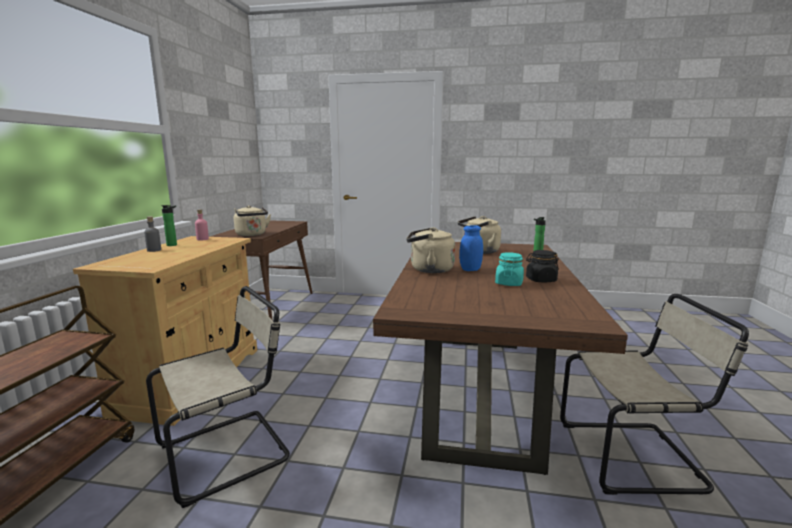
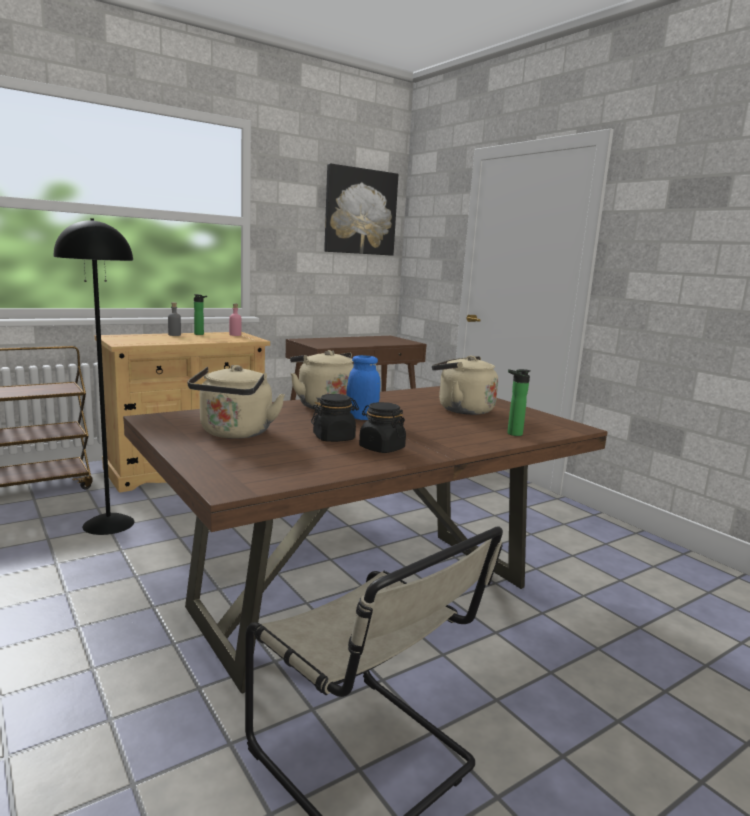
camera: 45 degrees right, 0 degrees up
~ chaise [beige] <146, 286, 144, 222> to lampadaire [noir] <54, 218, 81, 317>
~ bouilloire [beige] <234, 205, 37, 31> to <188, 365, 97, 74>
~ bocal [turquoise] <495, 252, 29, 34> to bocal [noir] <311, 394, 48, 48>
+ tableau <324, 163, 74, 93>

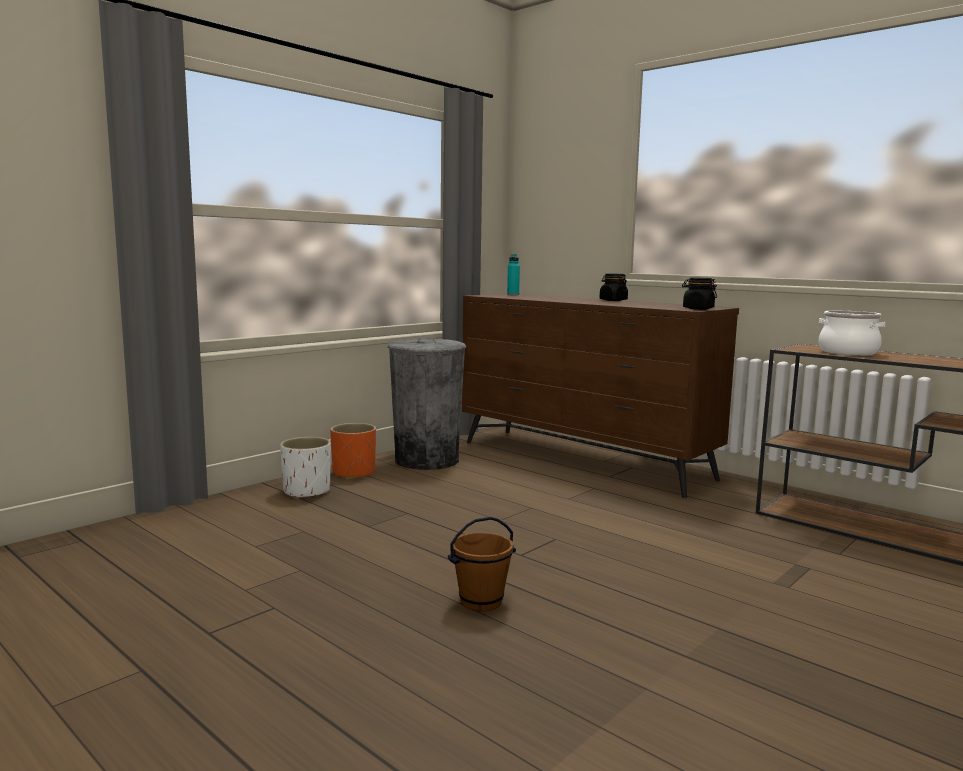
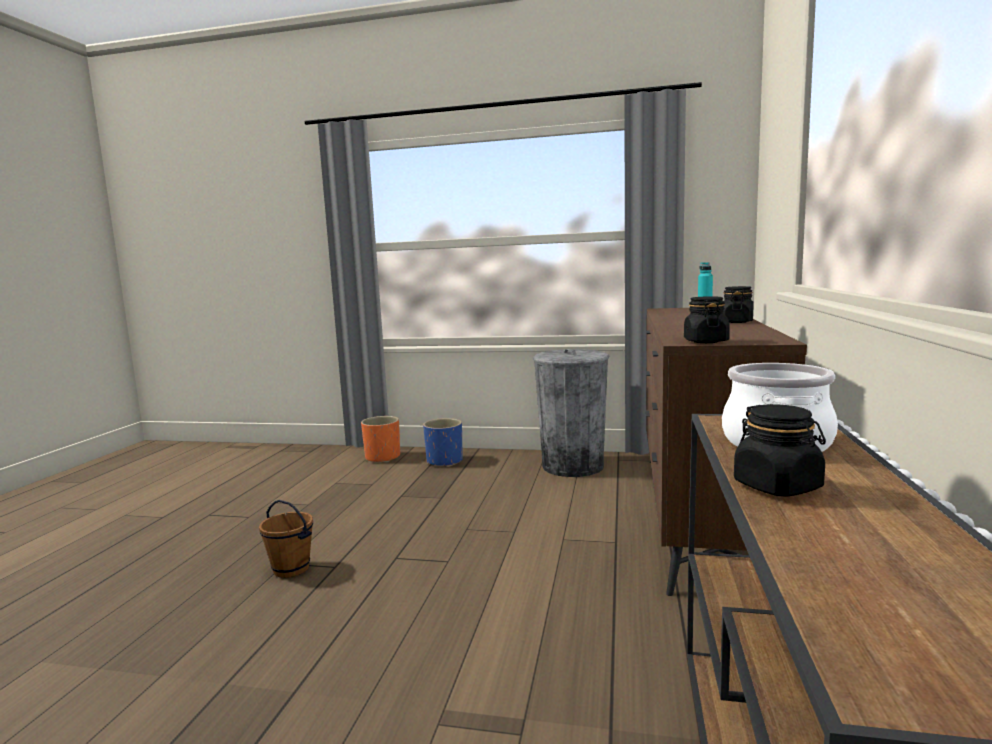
camera: 60 degrees right, 0 degrees up
~ cache-pot [orange] <330, 423, 46, 57> to <361, 416, 39, 47>
~ cache-pot [blanc] <280, 437, 51, 62> to cache-pot [bleu] <423, 418, 40, 49>
+ bocal [noir] <734, 404, 92, 93>

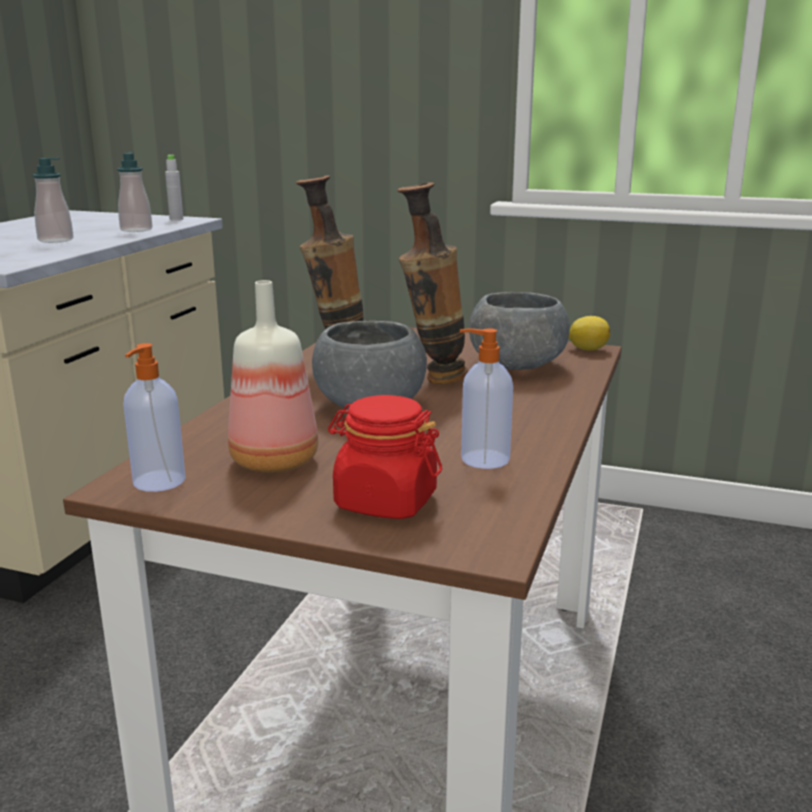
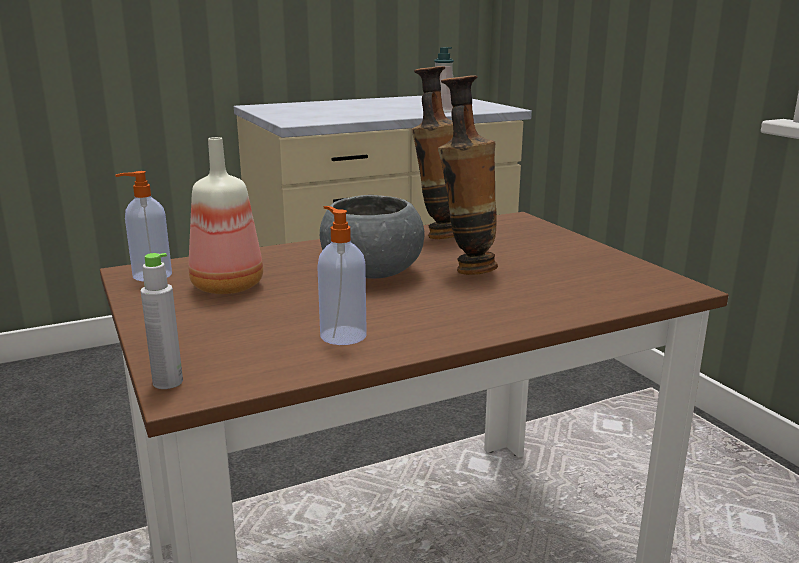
camera: 45 degrees right, 0 degrees up
~ bouteille [gris] <165, 155, 18, 65> to <140, 253, 43, 136>
- distributeur de savon <33, 158, 41, 85>
- bocal [rouge] <328, 395, 114, 124>
- bol [gris] <469, 292, 101, 78>
- citron <569, 316, 41, 35>

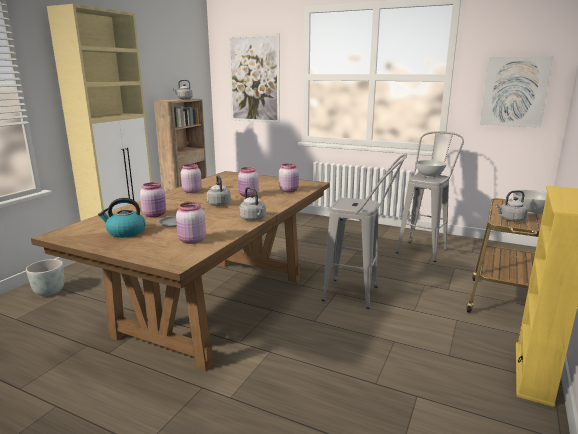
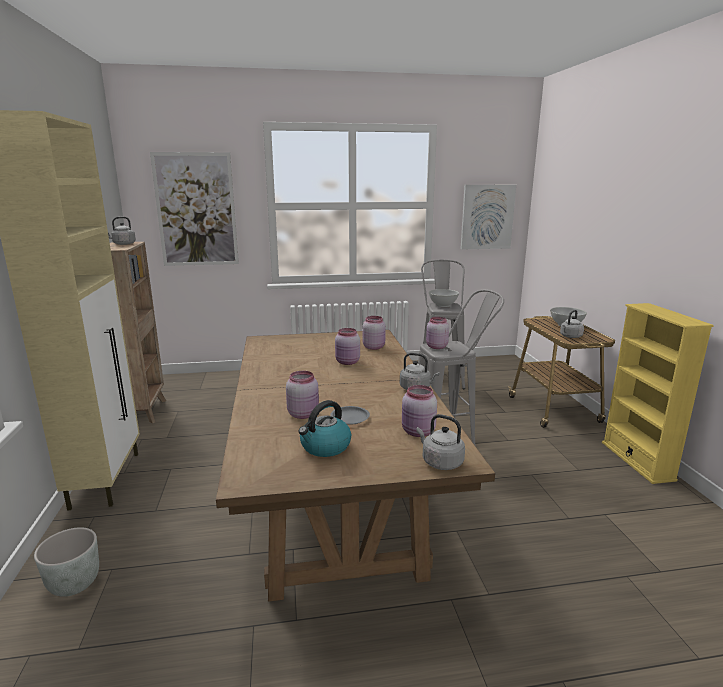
camera: 35 degrees left, 0 degrees up
~ bouilloire [gris] <207, 175, 24, 31> to <416, 414, 49, 56>
~ bocal [rose] <181, 164, 21, 29> to <426, 317, 23, 32>

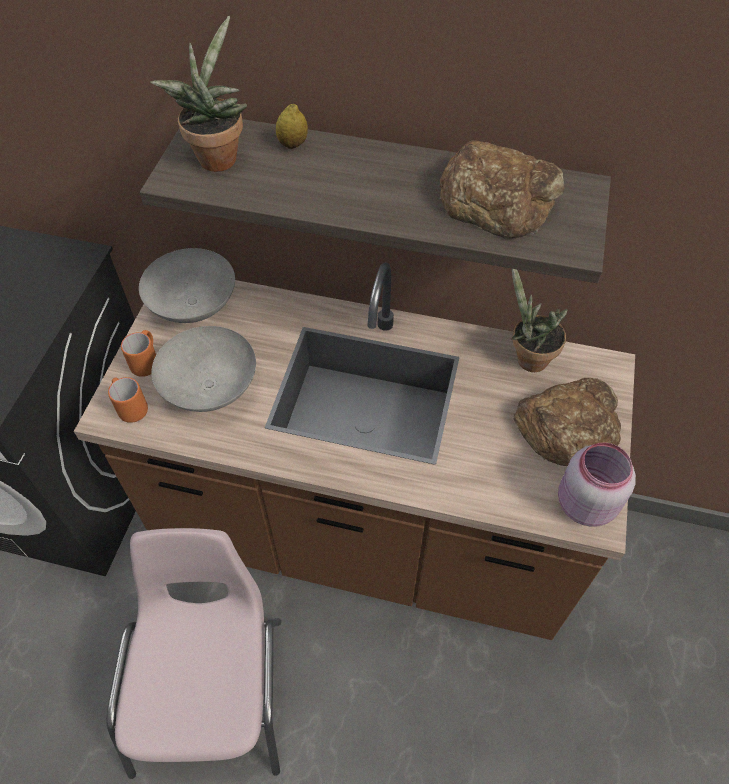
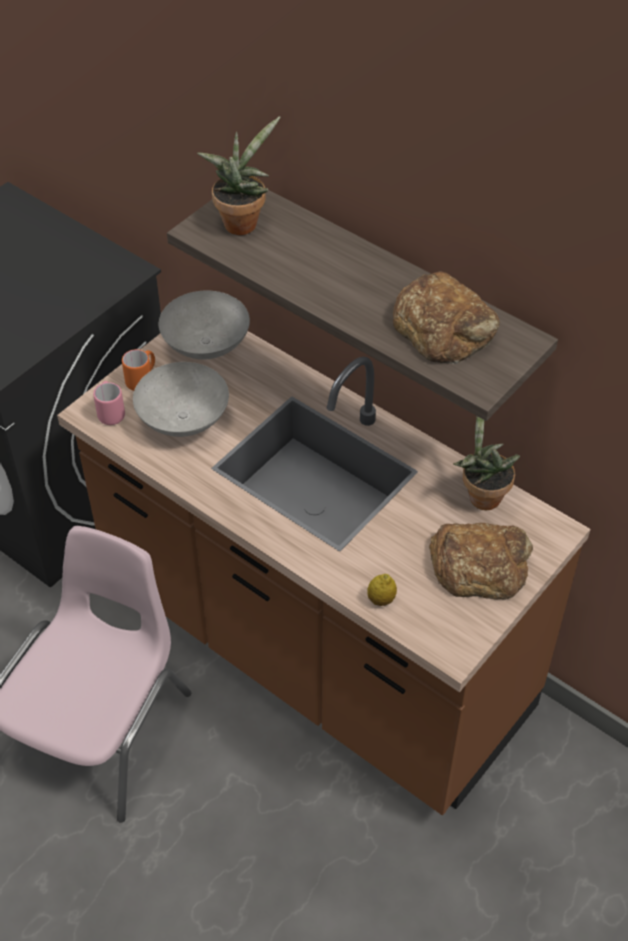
camera: 25 degrees right, 5 degrees down
~ mug [orange] <108, 377, 40, 46> to mug [rose] <93, 381, 32, 44>
~ citron <276, 104, 32, 45> to <367, 574, 30, 32>
- bocal [rose] <558, 443, 78, 84>

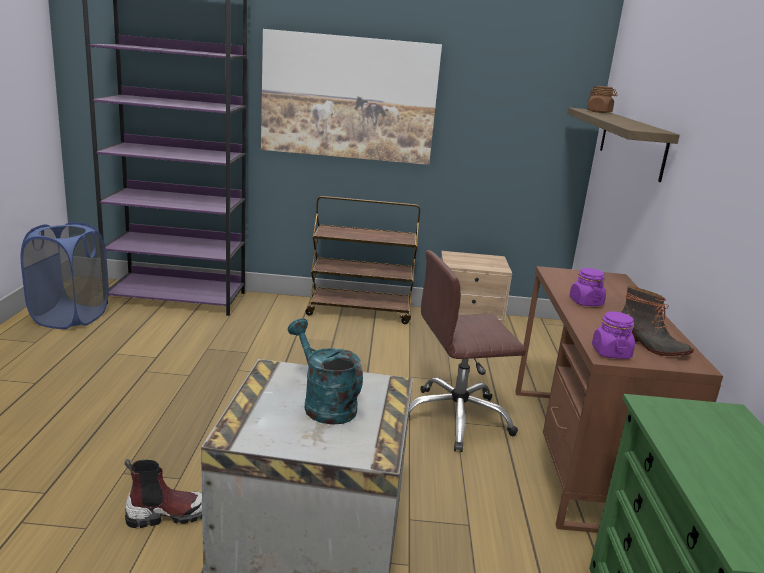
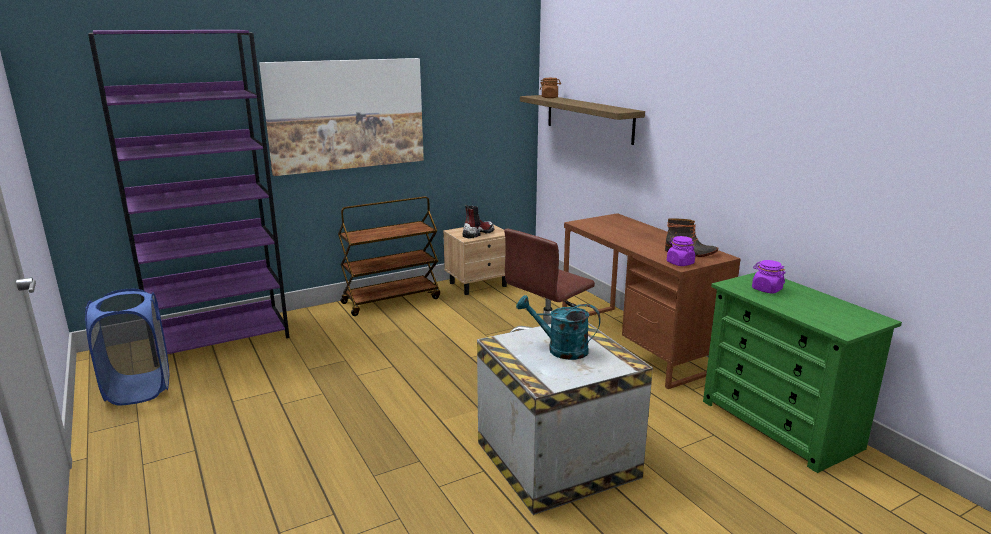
camera: 30 degrees left, 0 degrees up
~ botte <124, 459, 78, 69> to <463, 205, 31, 33>
~ bocal [violet] <569, 268, 37, 38> to <752, 260, 34, 34>

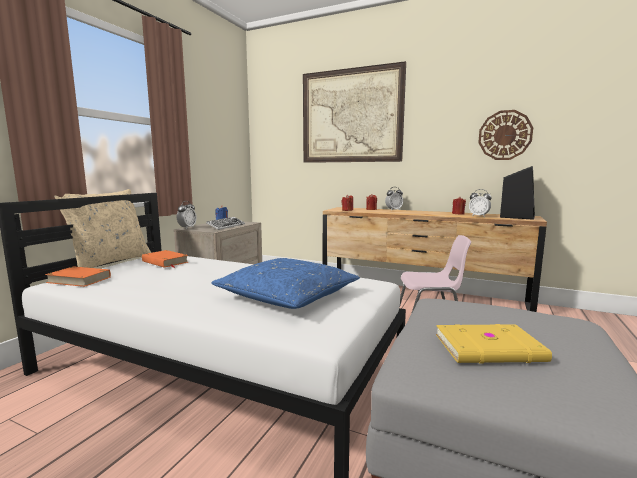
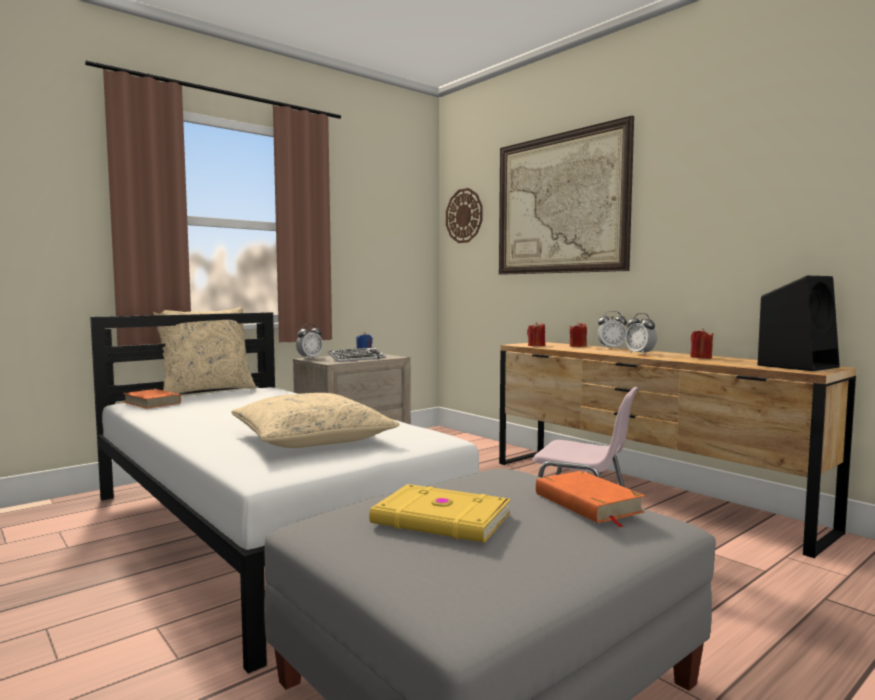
camera: 25 degrees right, 5 degrees down
~ coussin [bleu] <211, 258, 149, 51> to coussin [beige] <231, 393, 169, 55>
~ horloge murale <478, 110, 55, 50> to <446, 188, 37, 55>
~ livre [orange] <142, 250, 46, 18> to <536, 471, 110, 56>
~ réveil <469, 189, 23, 28> to <625, 313, 32, 42>

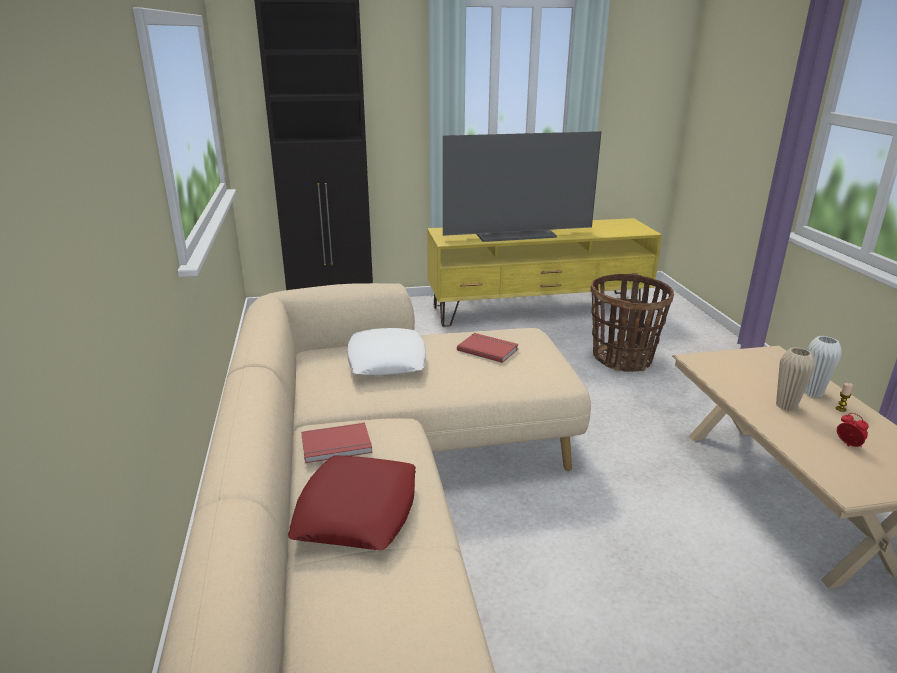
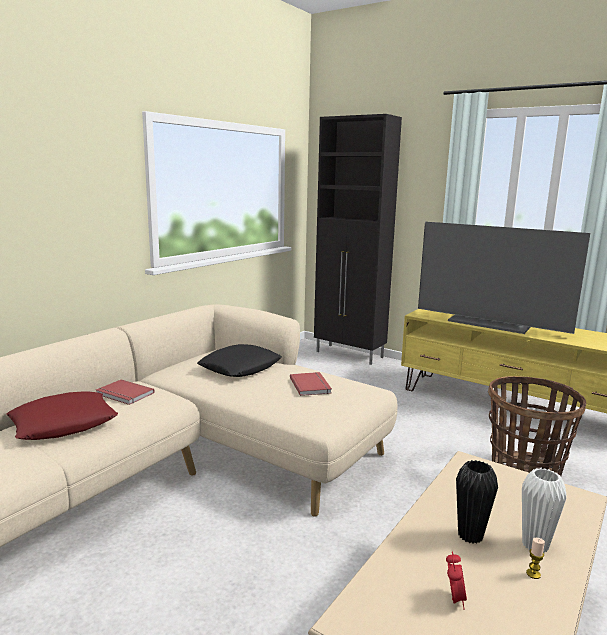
camera: 45 degrees right, 10 degrees down
~ coussin [blanc] <347, 328, 79, 48> to coussin [noir] <197, 344, 85, 33>
~ vase [beige] <776, 347, 39, 64> to vase [noir] <456, 460, 42, 84>

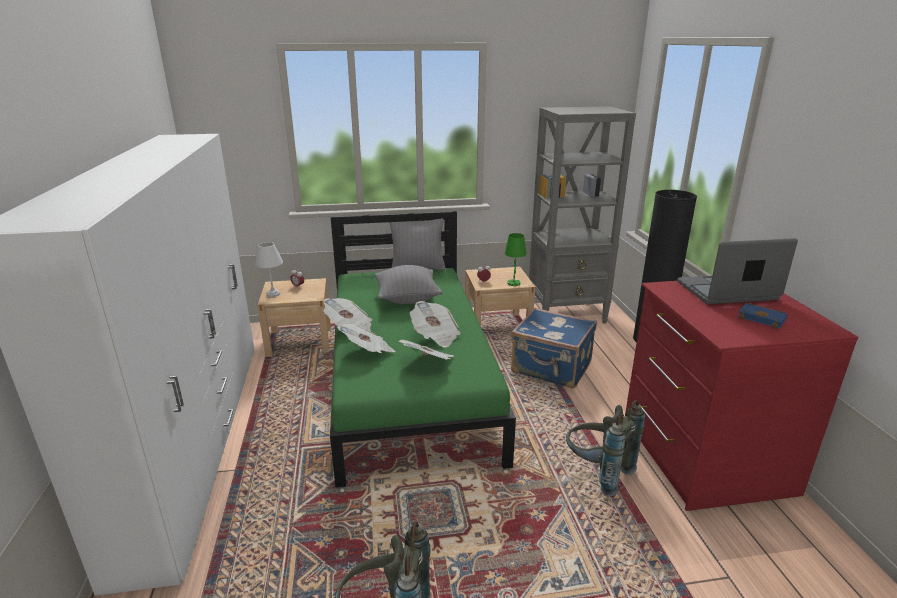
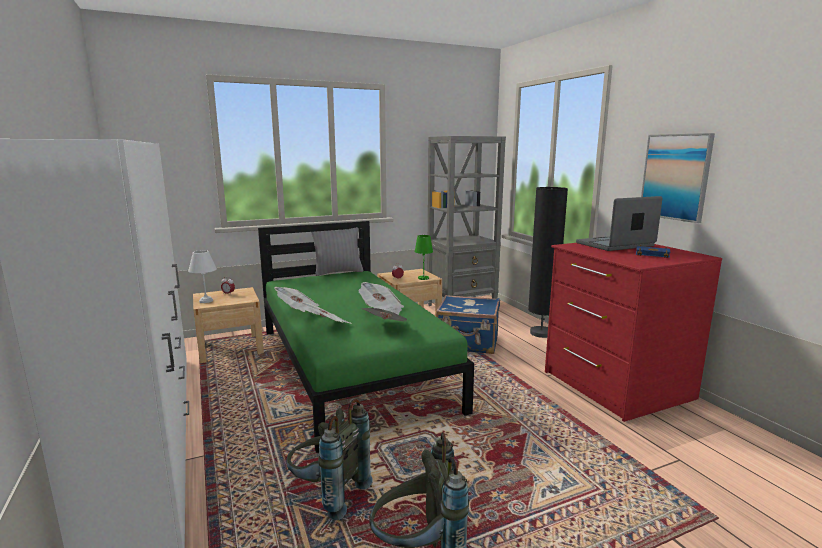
camera: 15 degrees left, 10 degrees down
~ sac à dos [gris] <566, 400, 79, 96> to <286, 399, 86, 121>
+ tableau <641, 133, 74, 90>
- coussin [gris] <375, 265, 67, 39>

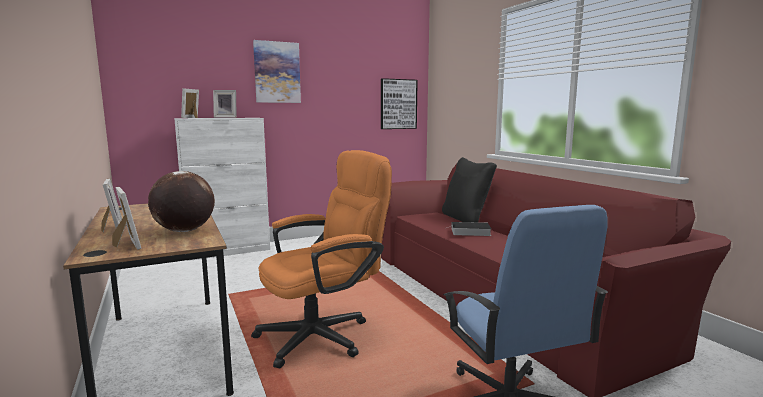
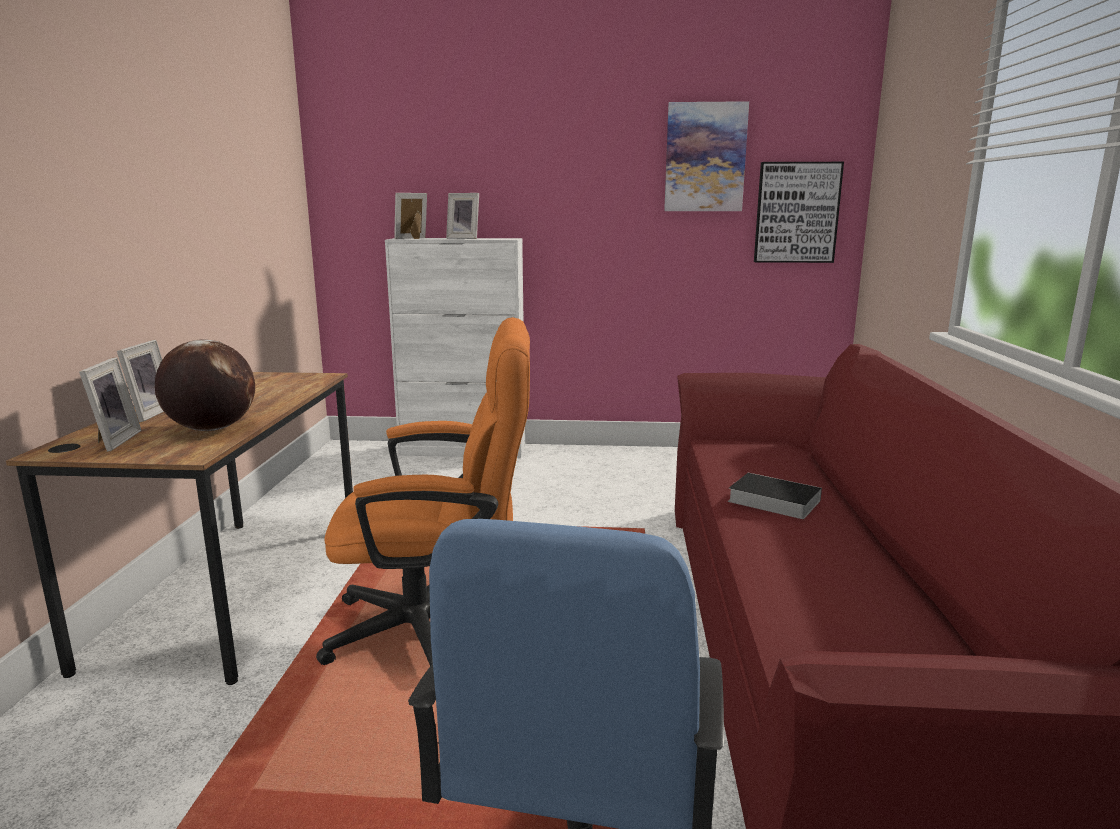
camera: 30 degrees right, 5 degrees up
~ tableau <253, 40, 48, 63> to <664, 101, 85, 110>
- coussin [noir] <442, 157, 55, 65>

